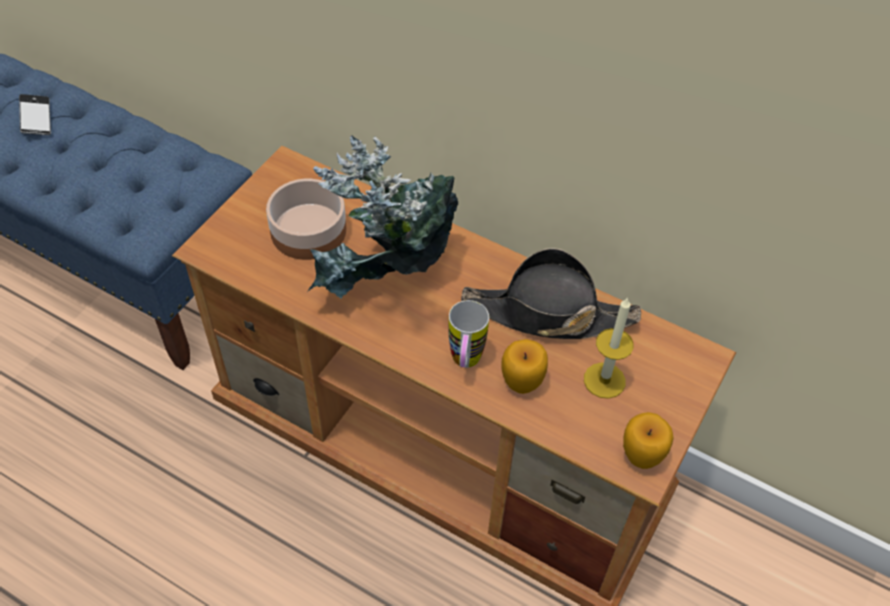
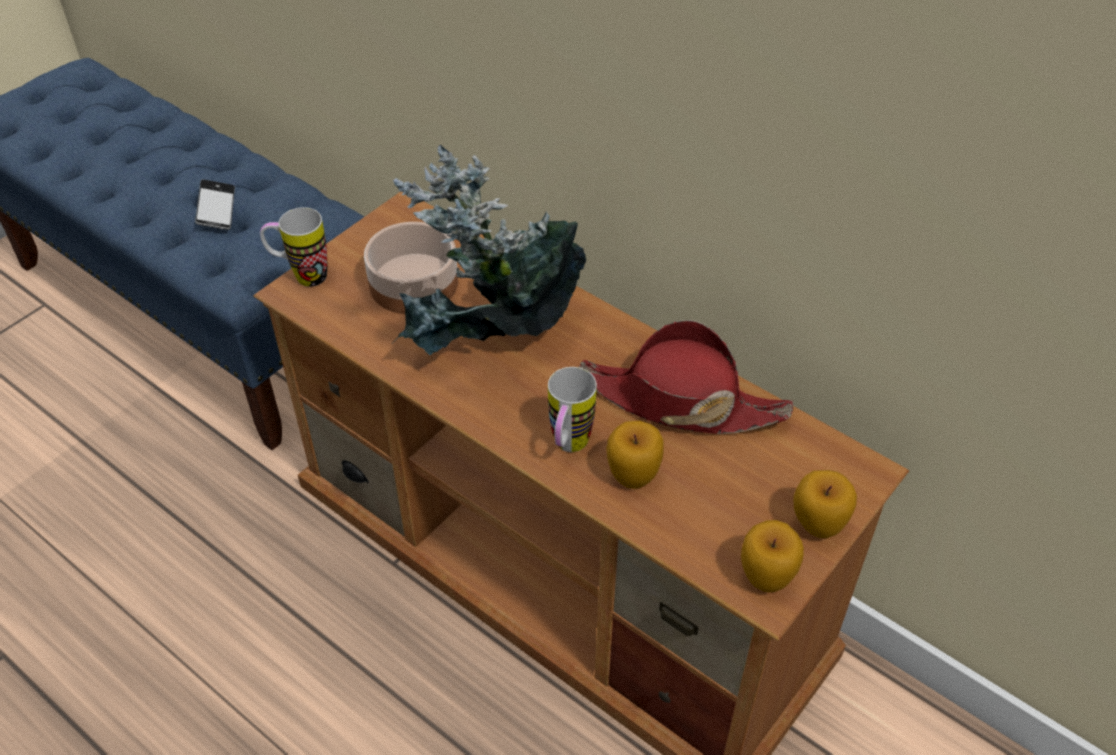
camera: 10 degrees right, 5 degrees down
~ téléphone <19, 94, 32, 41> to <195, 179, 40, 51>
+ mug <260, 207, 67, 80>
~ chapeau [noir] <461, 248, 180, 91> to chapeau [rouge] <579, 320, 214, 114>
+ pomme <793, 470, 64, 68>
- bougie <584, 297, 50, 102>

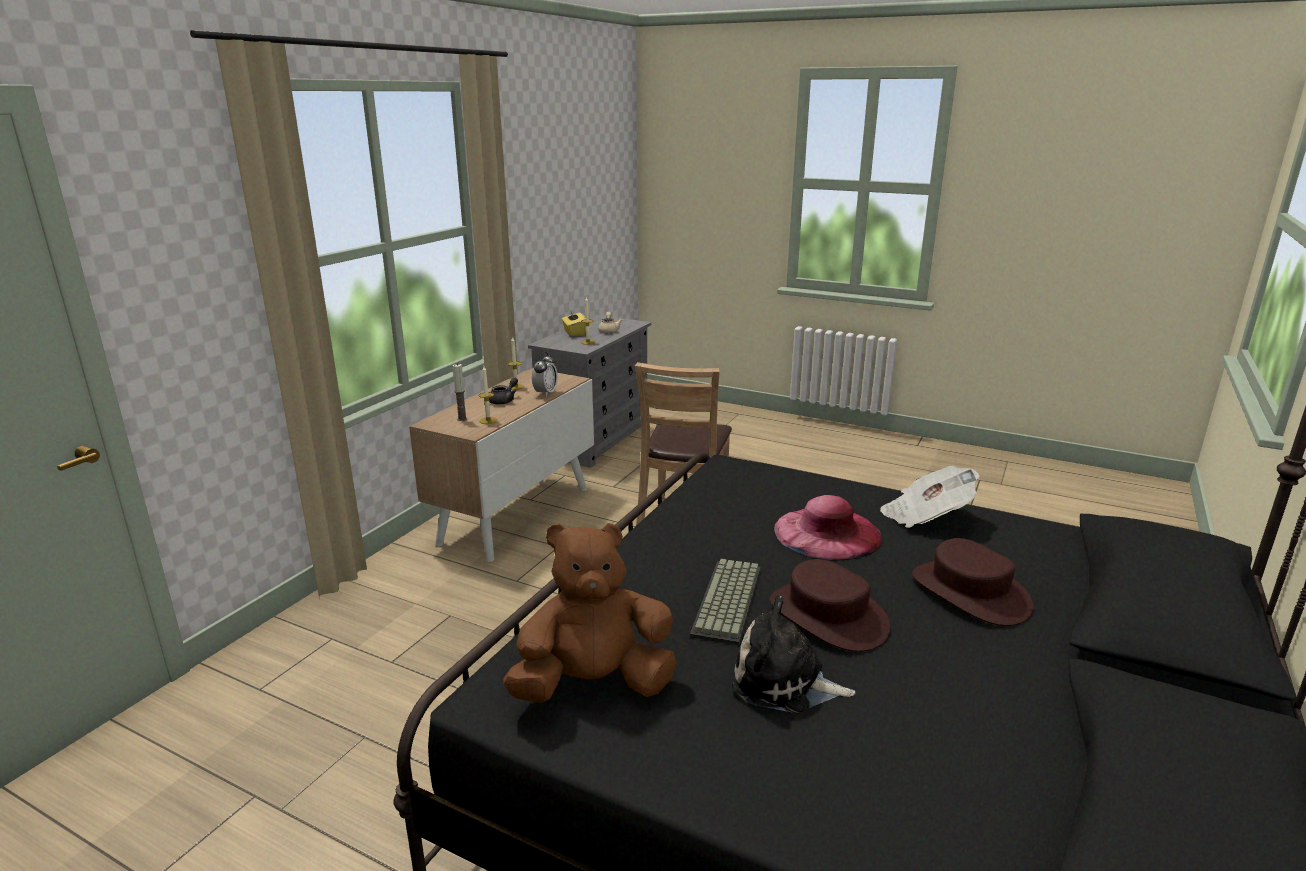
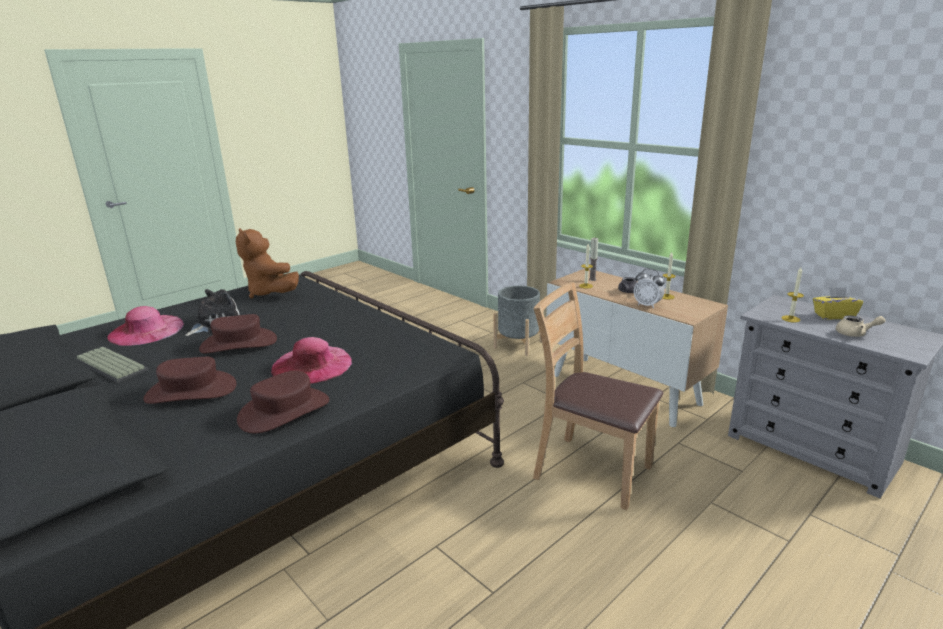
camera: 110 degrees right, 0 degrees up
~ clavier <690, 559, 71, 86> to <76, 346, 72, 37>
+ chapeau [rose] <107, 306, 77, 40>
~ peluche [marron] <503, 523, 174, 180> = <236, 228, 63, 70> 135 degrees clockwise
~ journal <880, 466, 100, 62> to chapeau [marron] <237, 370, 92, 63>
+ cache-pot [gris] <493, 286, 51, 70>

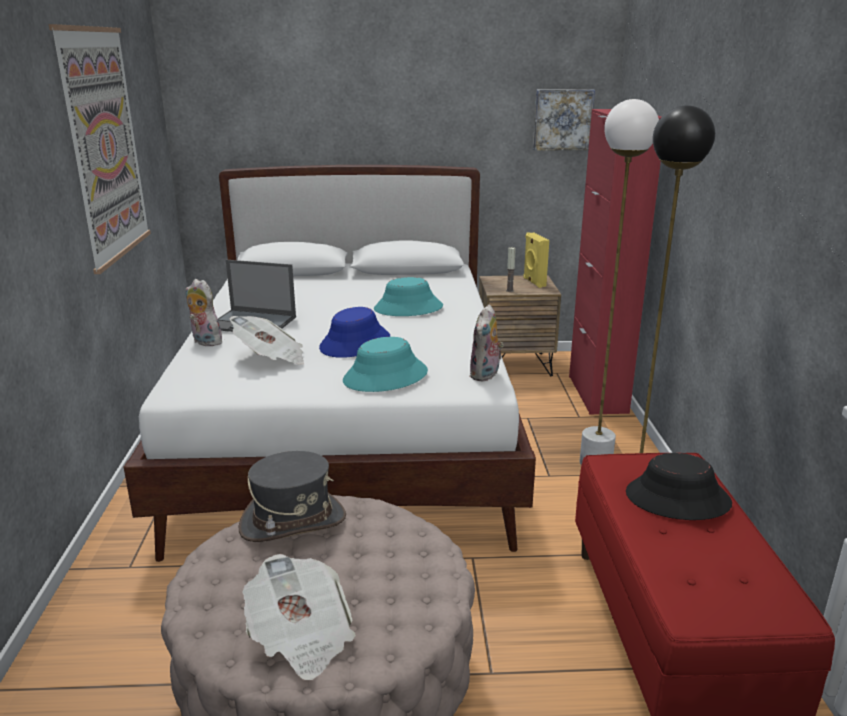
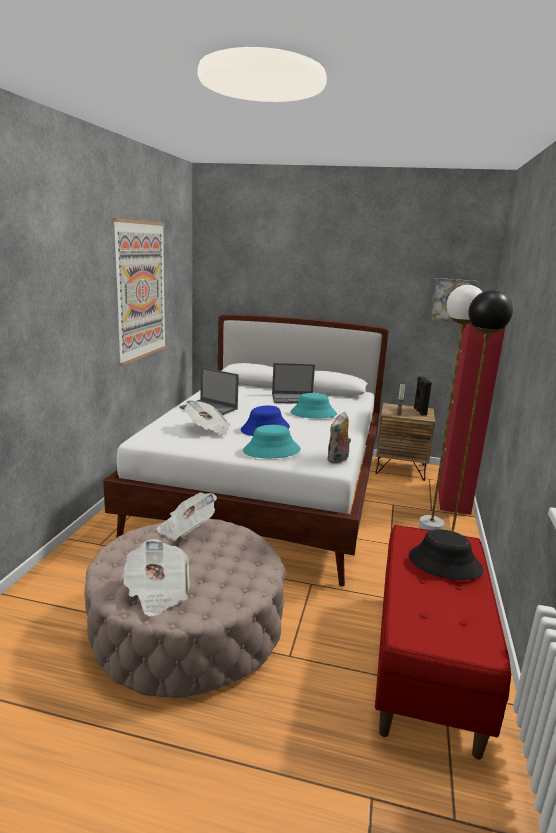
camera: 15 degrees right, 5 degrees down
~ chapeau [gris] <239, 451, 107, 91> to journal <156, 493, 61, 48>
+ ordinateur portable <272, 363, 43, 41>
~ enceinte [jaune] <523, 232, 26, 56> to enceinte [noir] <414, 376, 18, 40>
- peluche <186, 279, 36, 67>

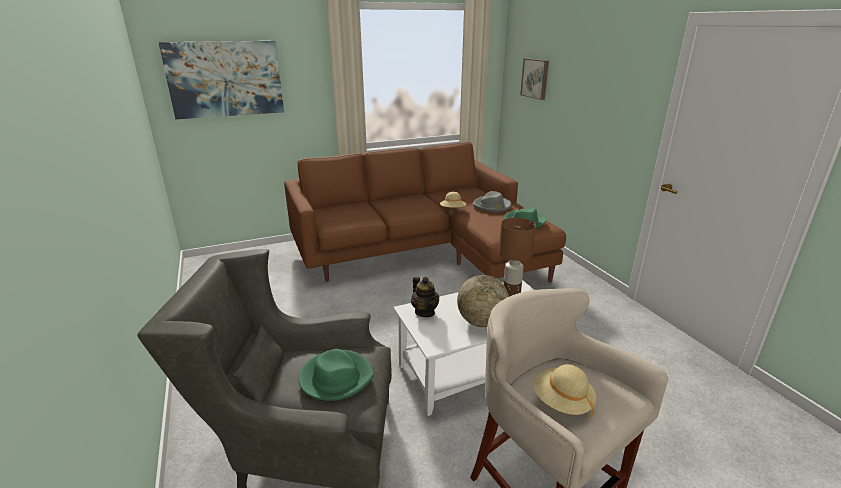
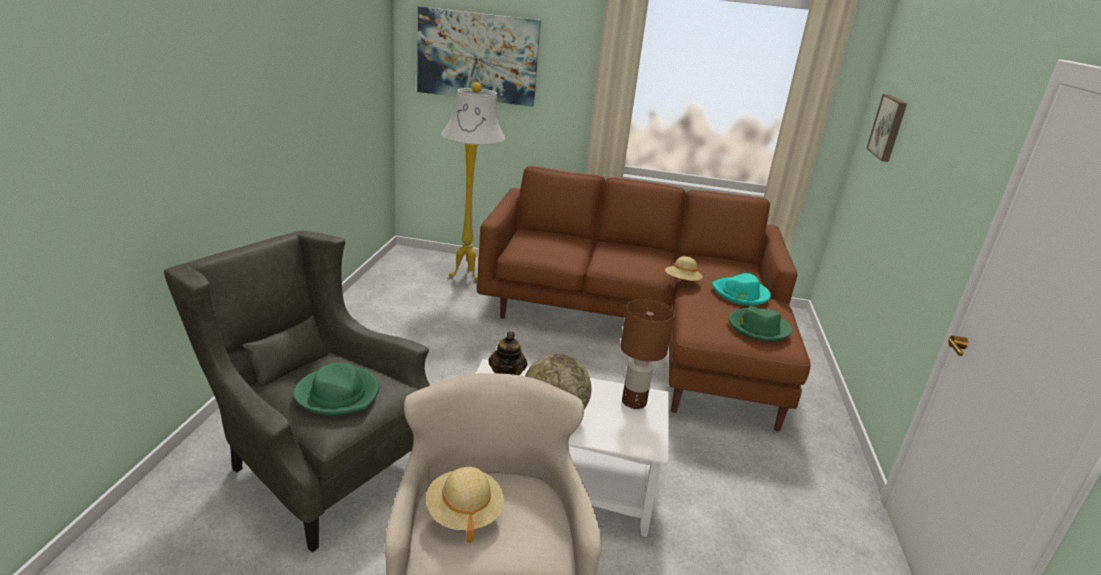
camera: 30 degrees right, 0 degrees up
+ lampadaire [blanc] <441, 82, 64, 200>
~ chapeau [gris] <473, 191, 39, 21> to chapeau [turquoise] <712, 273, 59, 33>

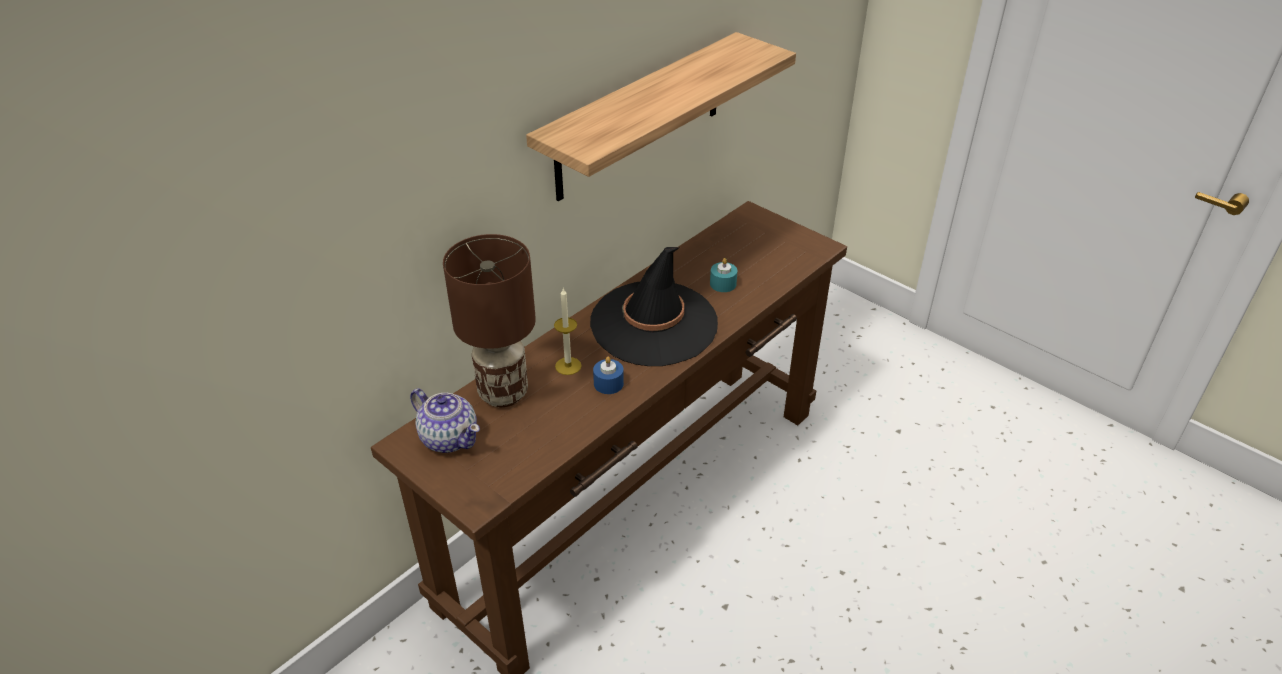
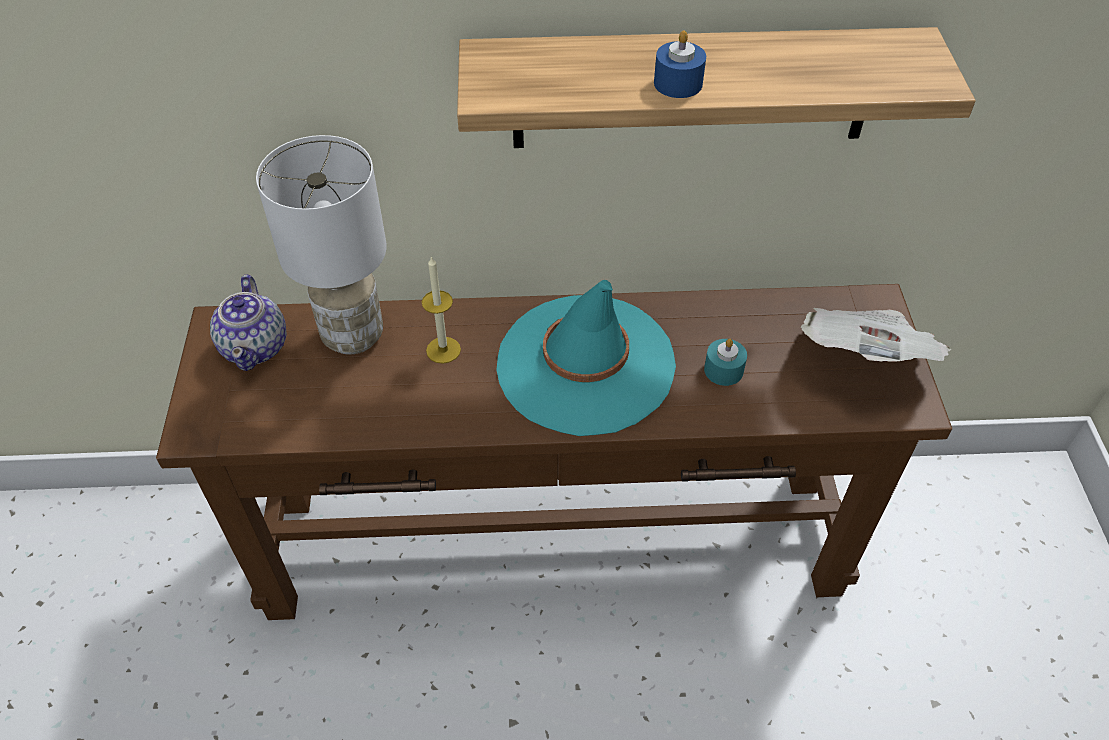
camera: 45 degrees right, 10 degrees up
~ lampe de table [marron] <443, 234, 93, 173> to lampe de table [blanc] <256, 135, 130, 220>
~ chapeau [noir] <590, 247, 128, 119> to chapeau [turquoise] <496, 280, 180, 156>
~ bougie [bleu] <593, 357, 31, 37> to <654, 30, 52, 68>
+ journal <801, 308, 150, 54>

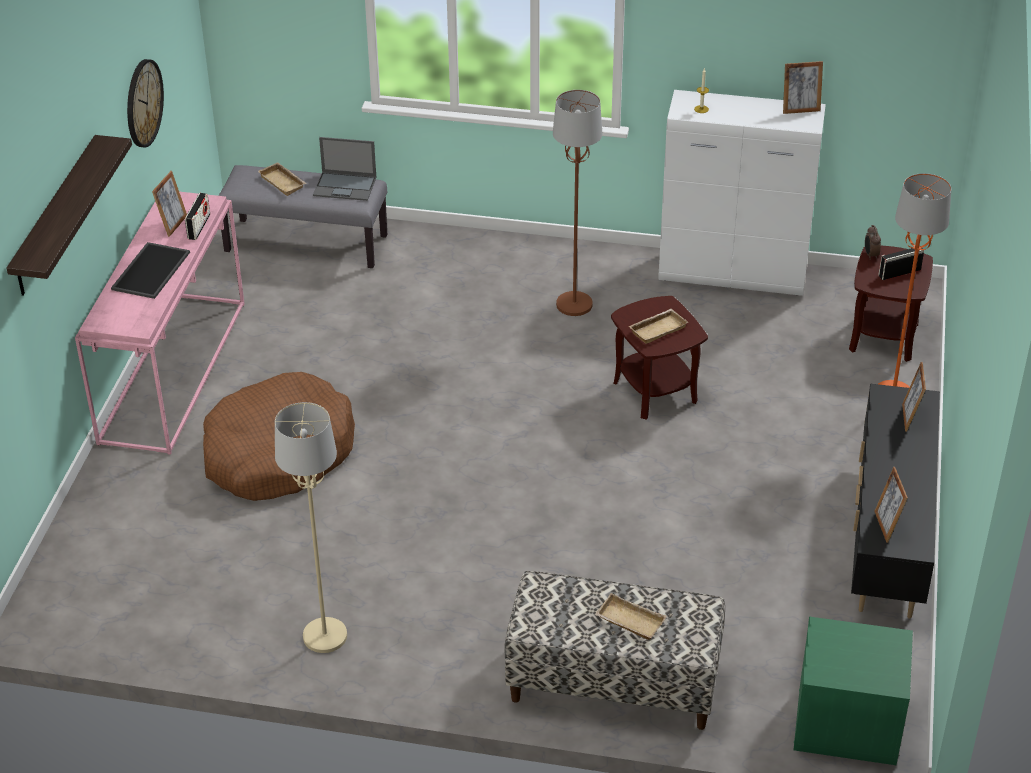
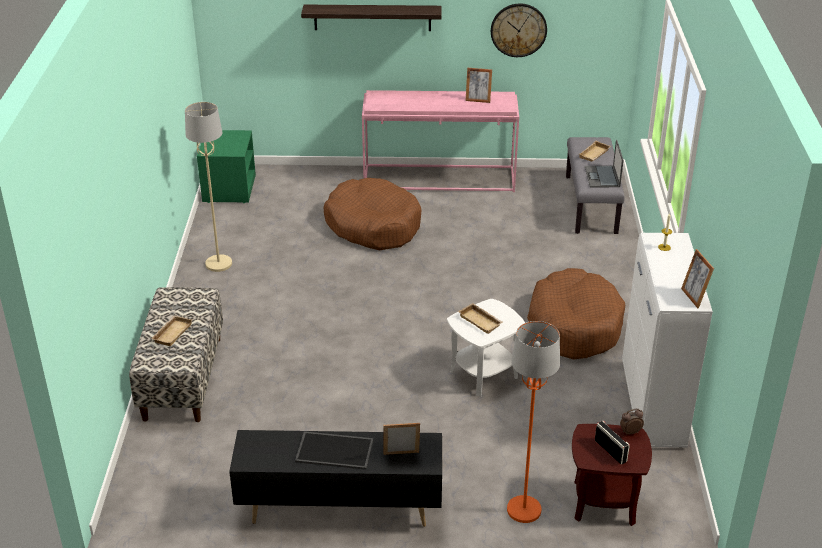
camera: 80 degrees right, 5 degrees down
~ table de chevet [vert] <793, 617, 120, 148> to <197, 130, 59, 73>
~ plateau <111, 242, 79, 57> to <295, 431, 78, 39>
~ table d'appoint [marron] <611, 296, 97, 124> to table d'appoint [blanc] <447, 299, 78, 97>
~ lampadaire [marron] <553, 90, 50, 226> to panier pour chien [marron] <527, 268, 98, 91>
- radio <185, 193, 25, 47>
- cadre photo <874, 467, 34, 76>

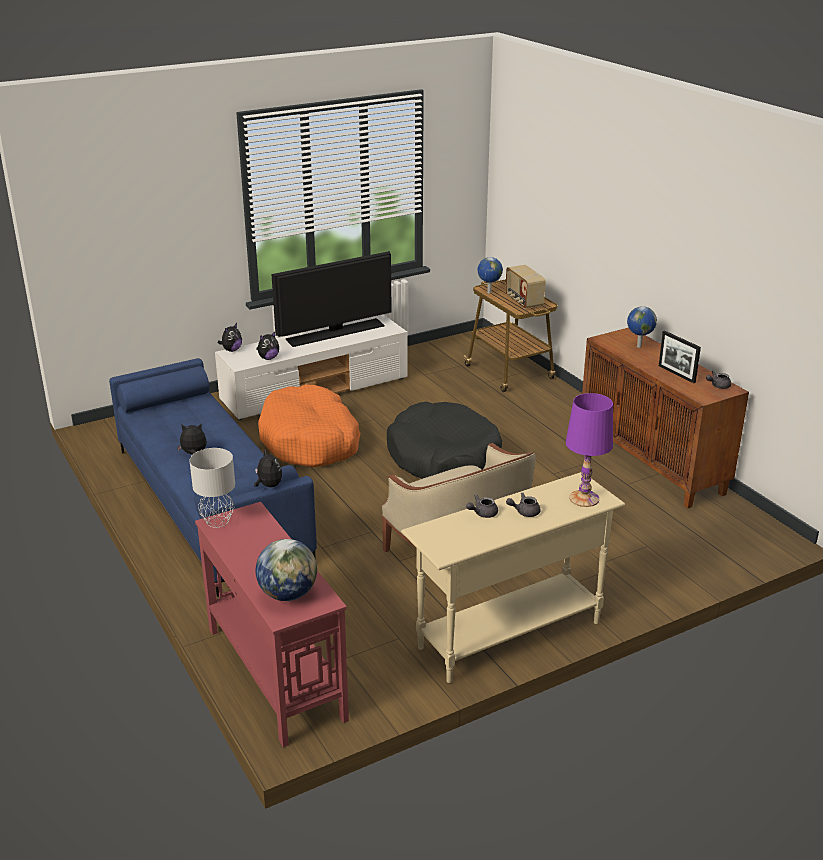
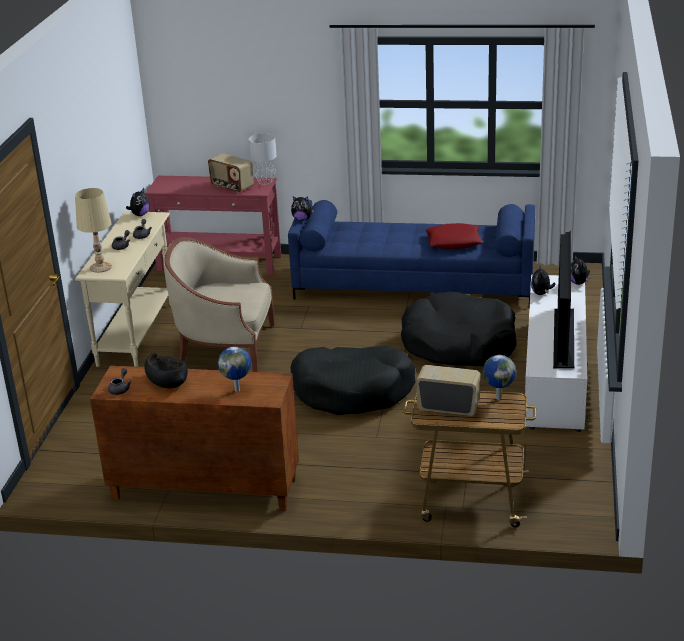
camera: 130 degrees right, 0 degrees up
~ lampe de table [violet] <566, 393, 47, 114> to lampe de table [beige] <75, 188, 37, 85>
~ peluche <177, 424, 30, 30> to <126, 188, 24, 28>
~ cadre photo <659, 331, 42, 52> to bol [noir] <145, 353, 43, 36>
+ radio <208, 153, 46, 40>
~ panier pour chien [orange] <258, 384, 103, 83> to panier pour chien [noir] <401, 292, 116, 74>
+ coussin [rouge] <425, 223, 58, 26>
- globe <256, 539, 61, 62>

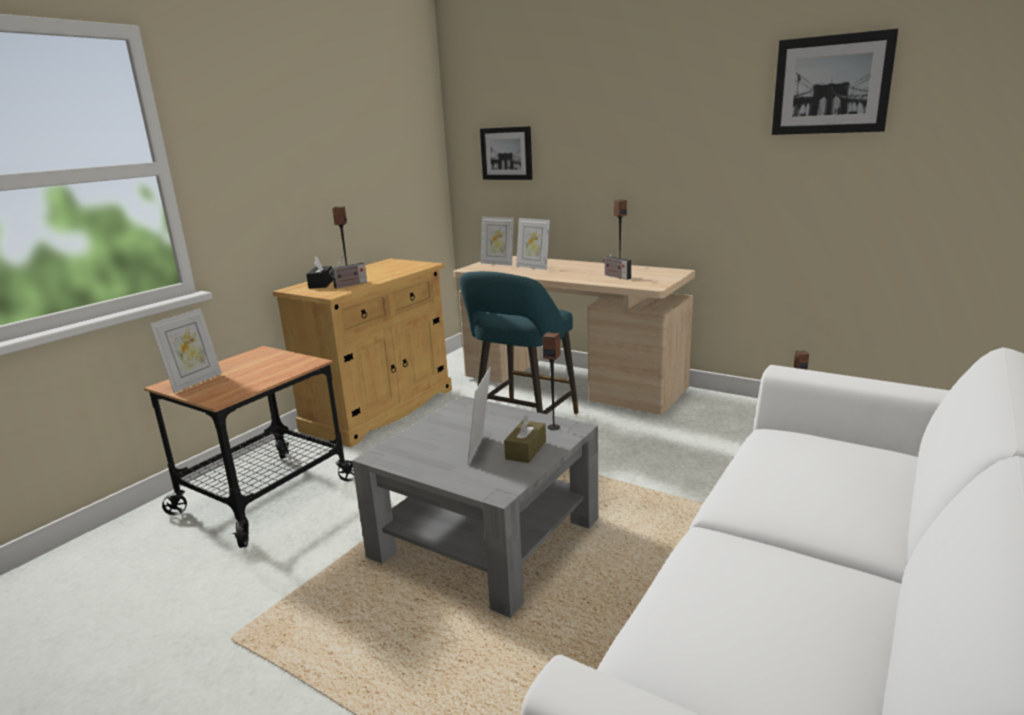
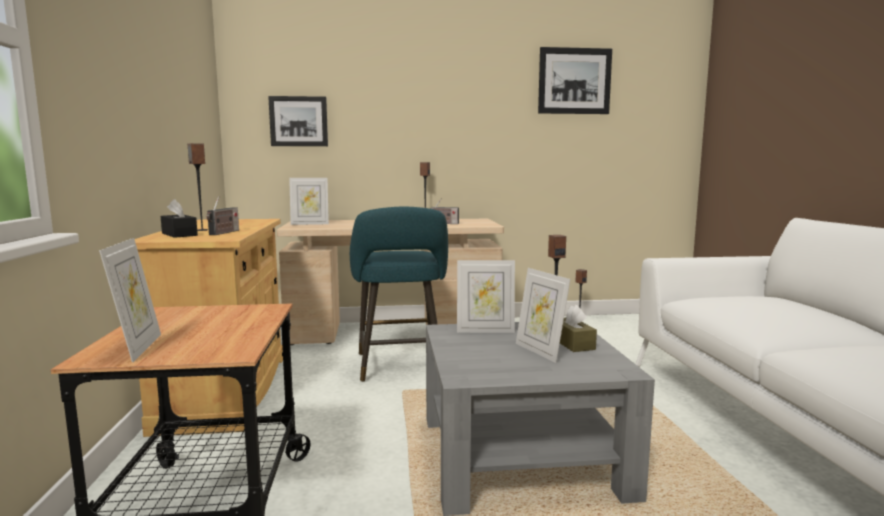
camera: 40 degrees left, 10 degrees down
~ cadre photo <516, 218, 34, 52> to <457, 260, 58, 73>

